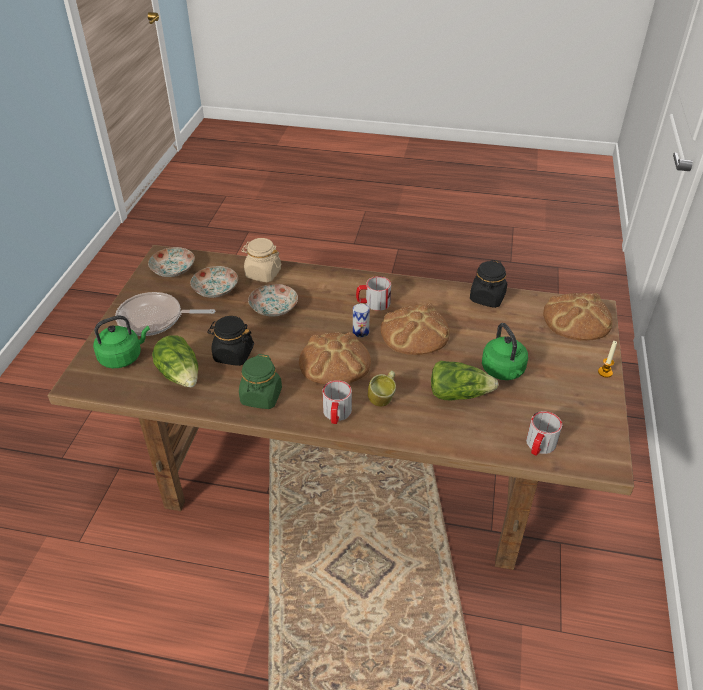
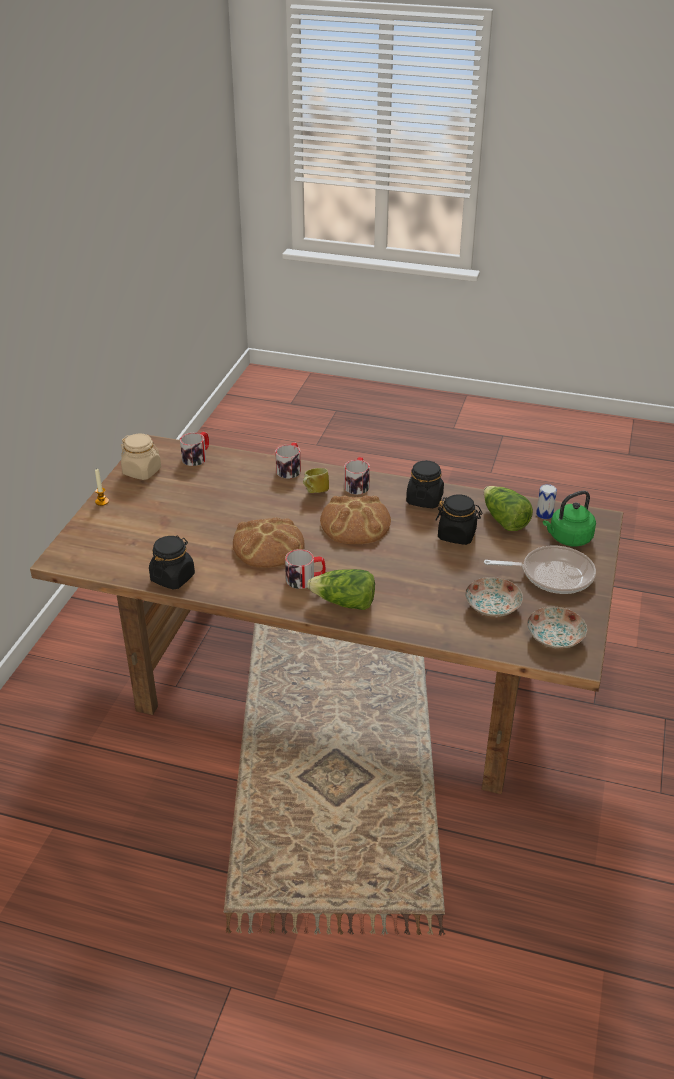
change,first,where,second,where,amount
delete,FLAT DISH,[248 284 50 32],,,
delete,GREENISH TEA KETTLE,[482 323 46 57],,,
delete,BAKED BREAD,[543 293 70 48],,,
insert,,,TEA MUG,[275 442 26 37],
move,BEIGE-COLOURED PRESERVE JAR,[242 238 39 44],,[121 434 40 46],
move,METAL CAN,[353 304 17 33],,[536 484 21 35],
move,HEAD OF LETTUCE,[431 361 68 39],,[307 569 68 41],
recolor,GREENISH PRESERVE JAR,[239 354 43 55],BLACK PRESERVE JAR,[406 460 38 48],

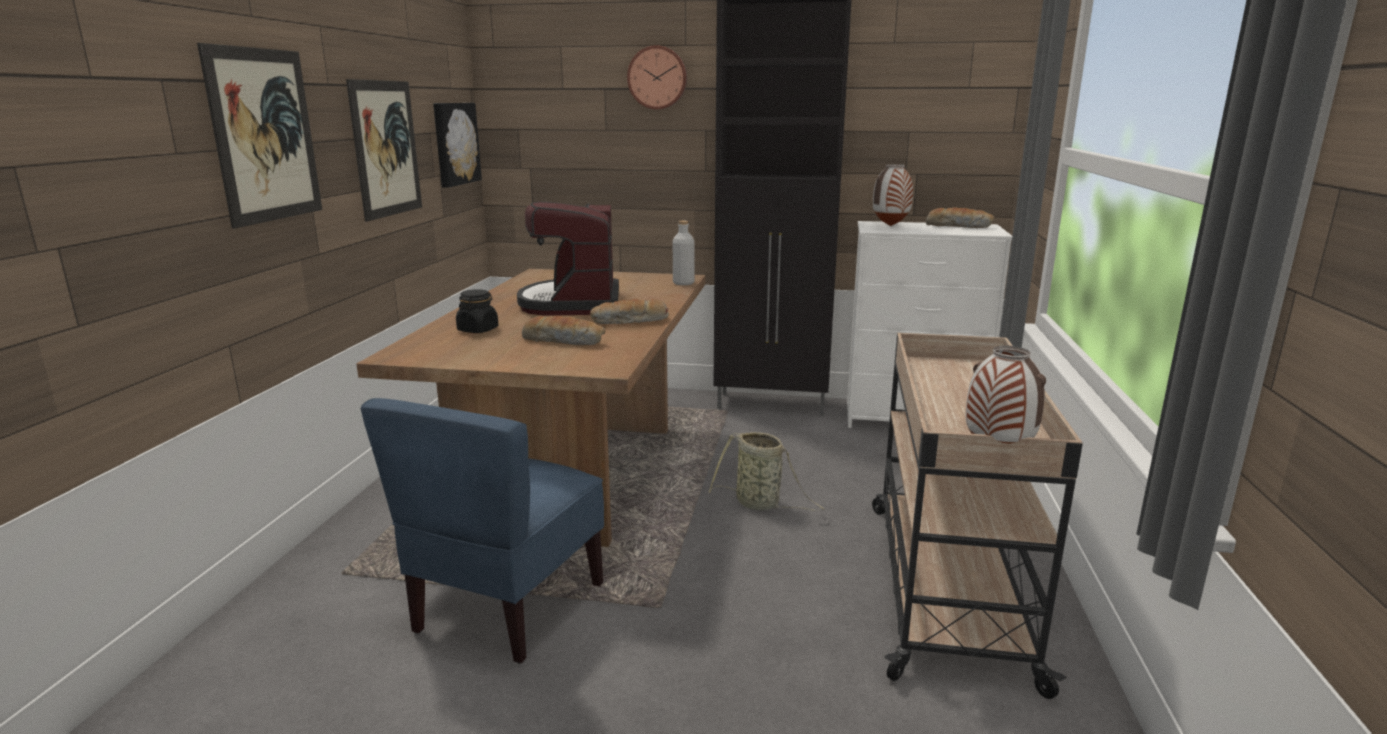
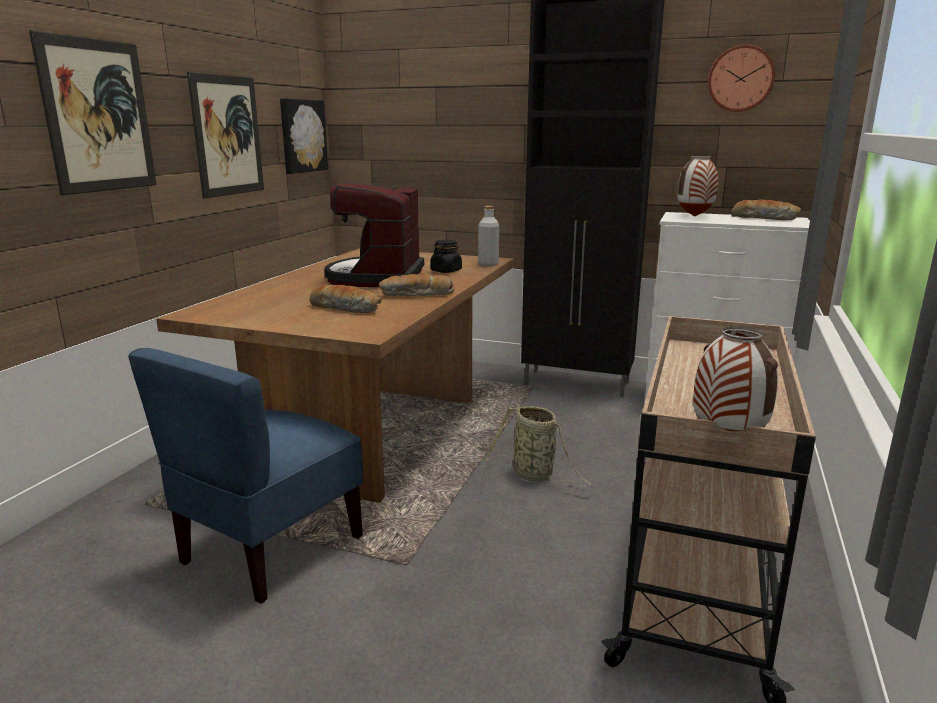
change,first,where,second,where,amount
move,BLACK PRESERVE JAR,[456 289 42 44],,[430 240 32 33],
move,WALL CLOCK,[627 45 60 65],,[708 45 67 67],

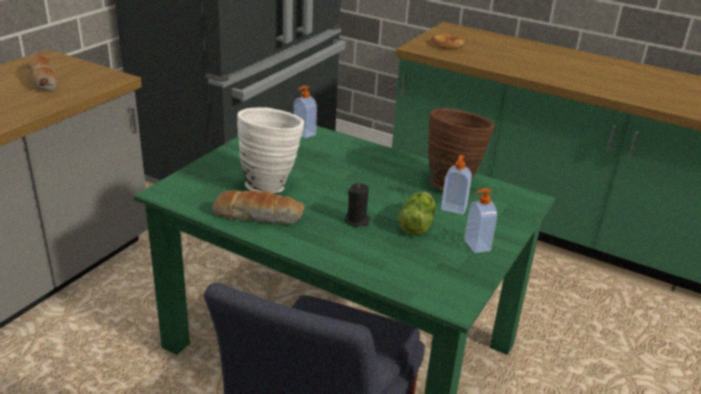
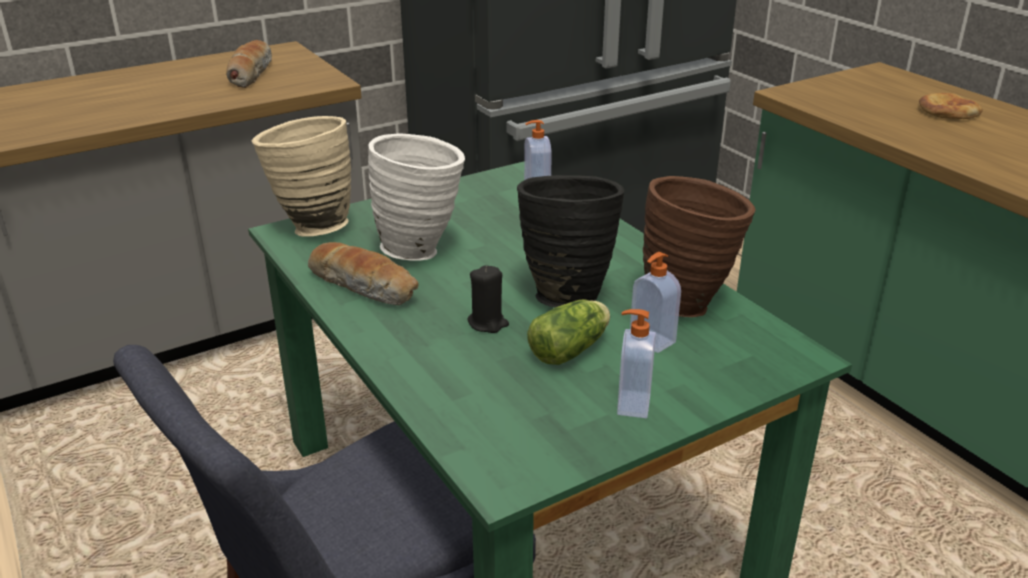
change,first,where,second,where,amount
insert,,,BEIGE-COLOURED DECORATIVE VASE,[251 116 100 120],
insert,,,BLACK DECORATIVE VASE,[517 175 107 133],
move,BAKED BREAD,[431 34 34 15],,[919 93 64 26],

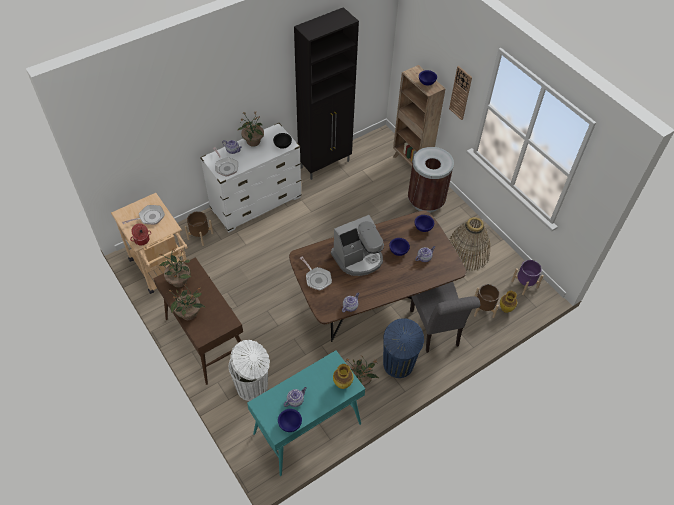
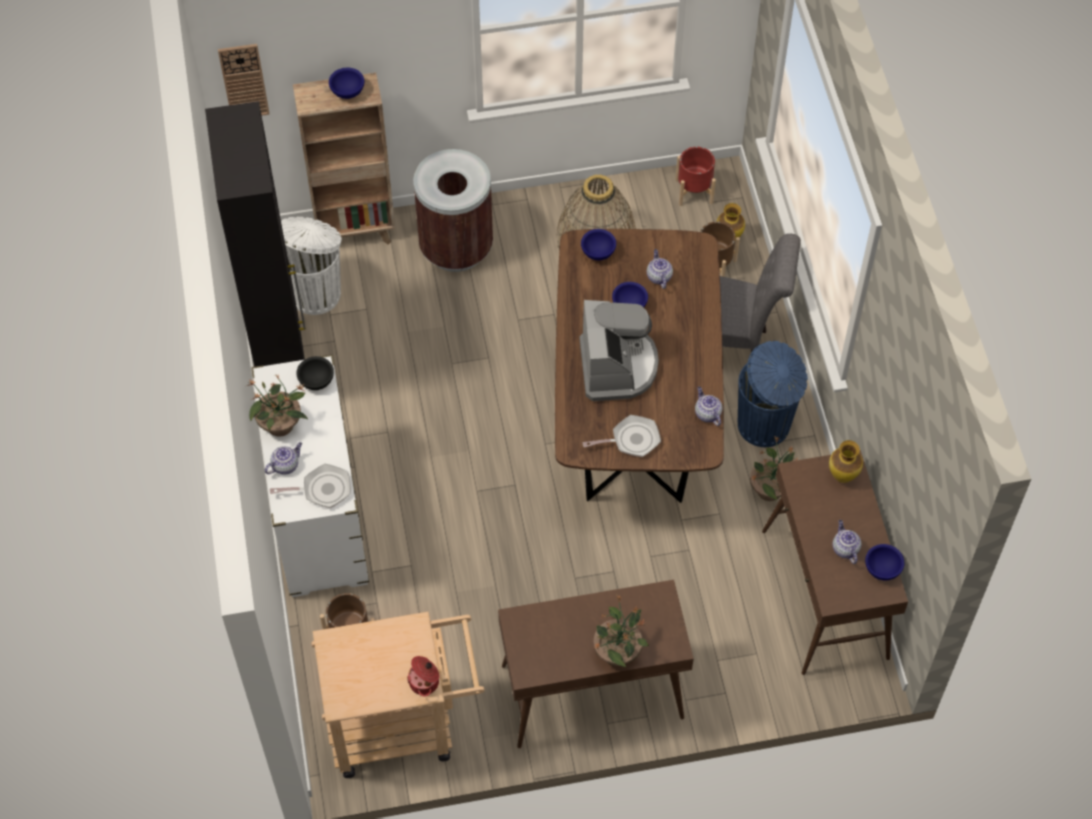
change,first,where,second,where,amount
delete,PAN,[122 205 43 20],,,
delete,POTTED PLANT,[159 248 32 40],,,
move,WHITE-COLOURED RUBBISH BIN,[229 340 41 61],,[281 217 61 98],
move,WALL CLOCK,[449 66 23 54],,[218 44 52 72],
recolor,BLUE-GREEN CONSOLE TABLE,[247 350 118 126],BROWNISH CONSOLE TABLE,[762 450 146 225],
recolor,PURPLE FLOWER POT,[511 260 33 35],RED-COLOURED FLOWER POT,[675 147 41 59],

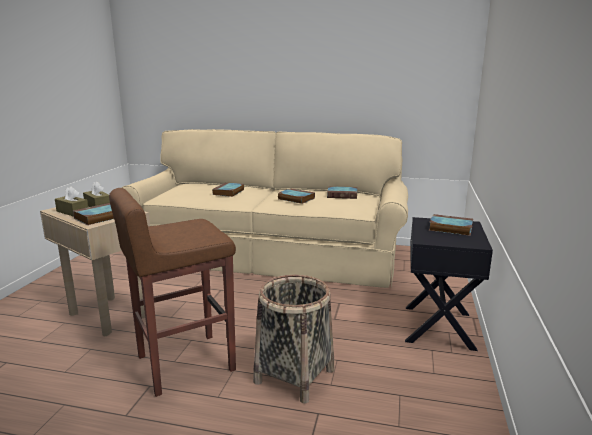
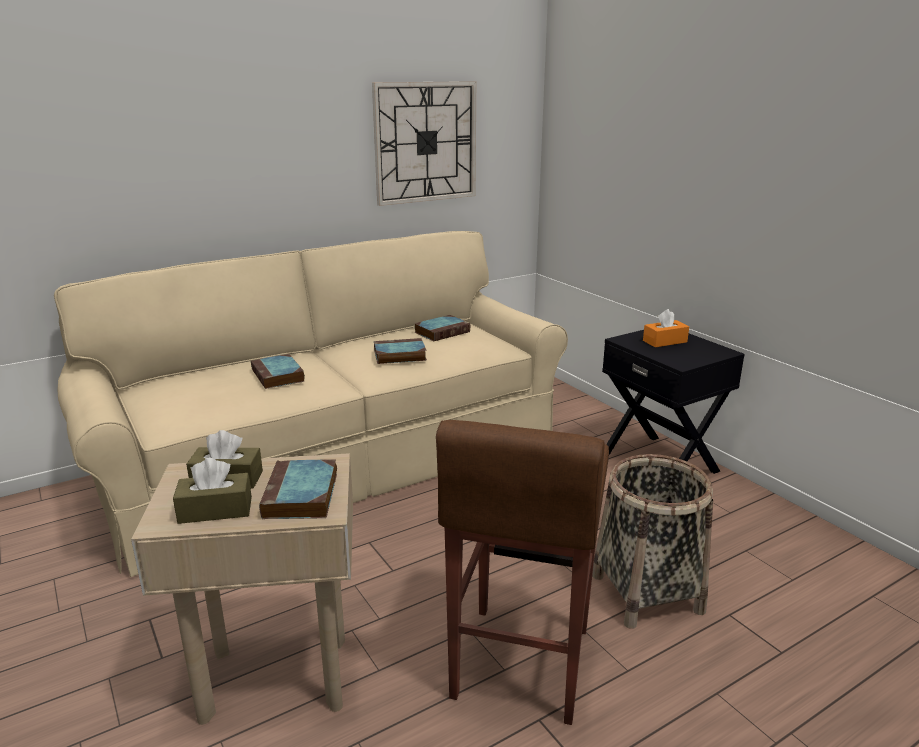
change,first,where,second,where,amount
insert,,,WALL CLOCK,[372 81 104 125],
replace,BOOK,[429 214 44 22],ORANGE-COLOURED TISSUE BOX,[643 309 46 38],

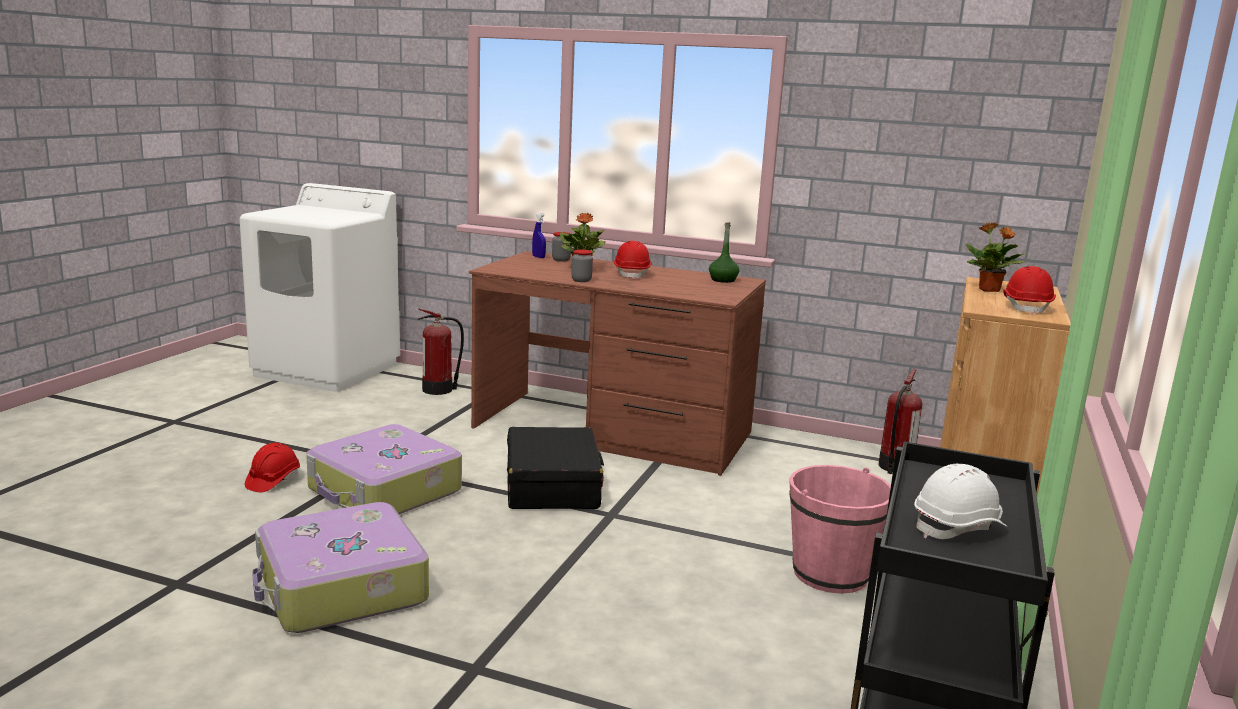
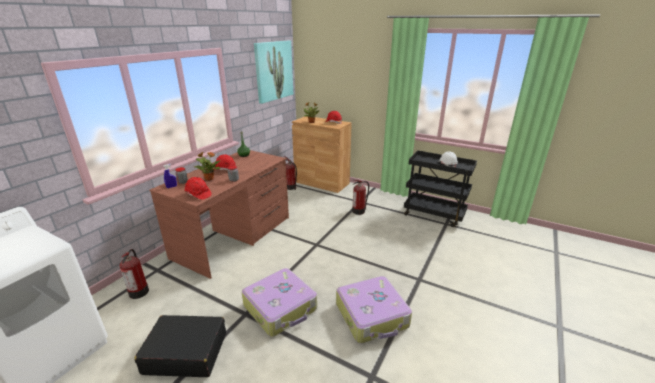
change,first,where,second,where,amount
insert,,,PICTURE,[254 40 39 64],
move,RED-COLOURED WORK HELMET,[245 443 55 49],,[185 177 26 23],
move,BLACK TRAVEL CASE,[507 427 97 82],,[134 315 92 62],
replace,PINK WATER BUCKET,[789 465 102 129],EXTINGUISHER,[352 180 17 35],

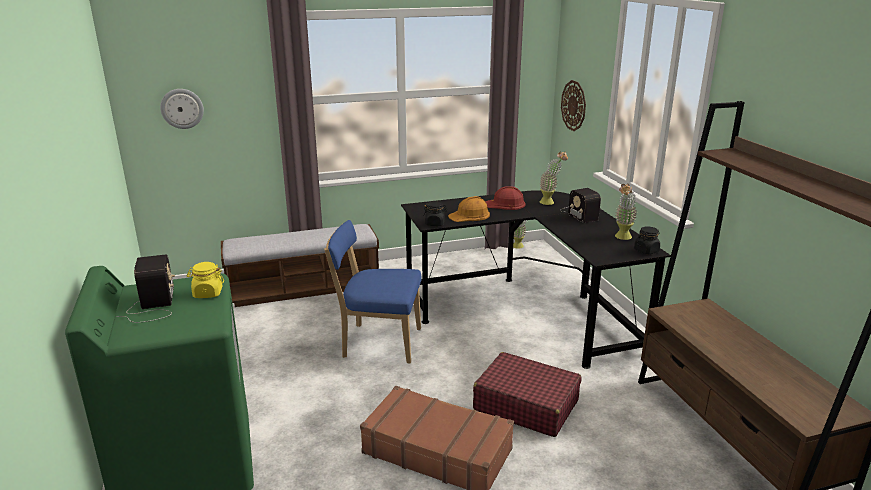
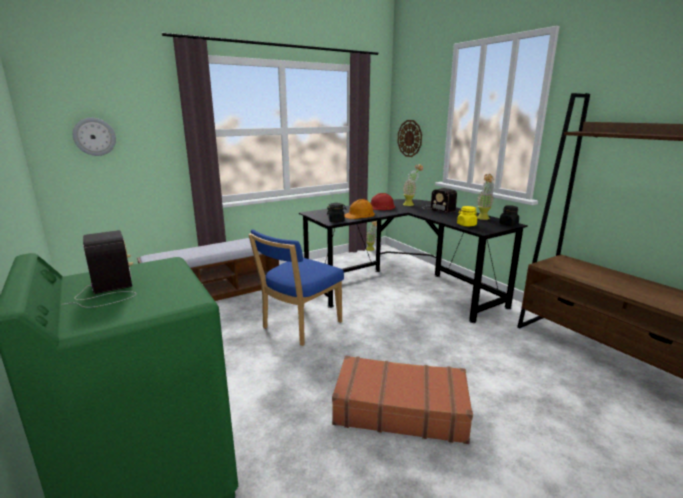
change,first,where,second,where,amount
delete,RED-COLOURED TRAVEL CASE,[473 352 108 85],,,
move,YELLOW PRESERVE JAR,[187 262 37 36],,[457 206 20 20],
rotate,BLUISH PLAIN CHAIR,[324 220 98 144],,[248 229 96 117],45 degrees counterclockwise

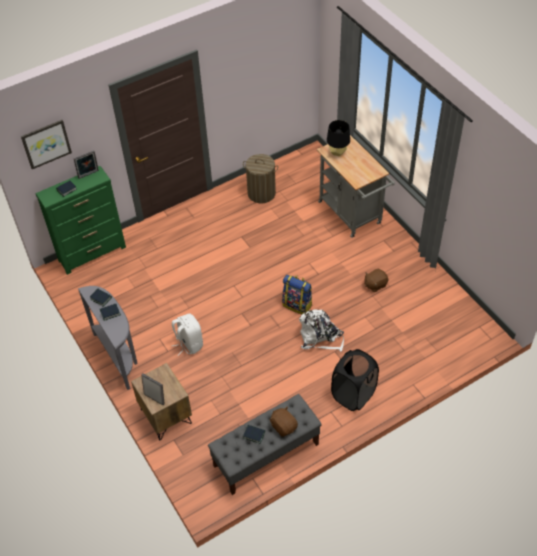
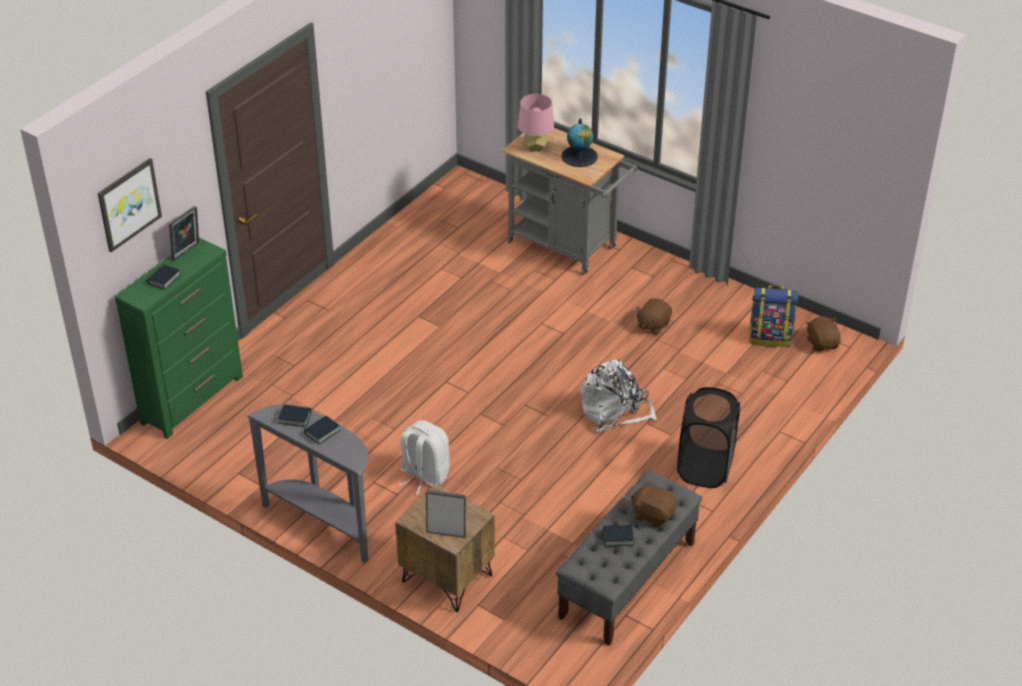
change,first,where,second,where,amount
delete,HAMPER,[243 154 35 49],,,
insert,,,WORLD GLOBE,[561 118 37 49],
insert,,,BROWNISH CUDDLY TOY,[806 317 35 34],
move,KNAPSACK,[282 275 30 39],,[749 285 49 62],
recolor,BLACK TABLE LAMP,[327 120 23 36],PINK TABLE LAMP,[518 94 36 58],

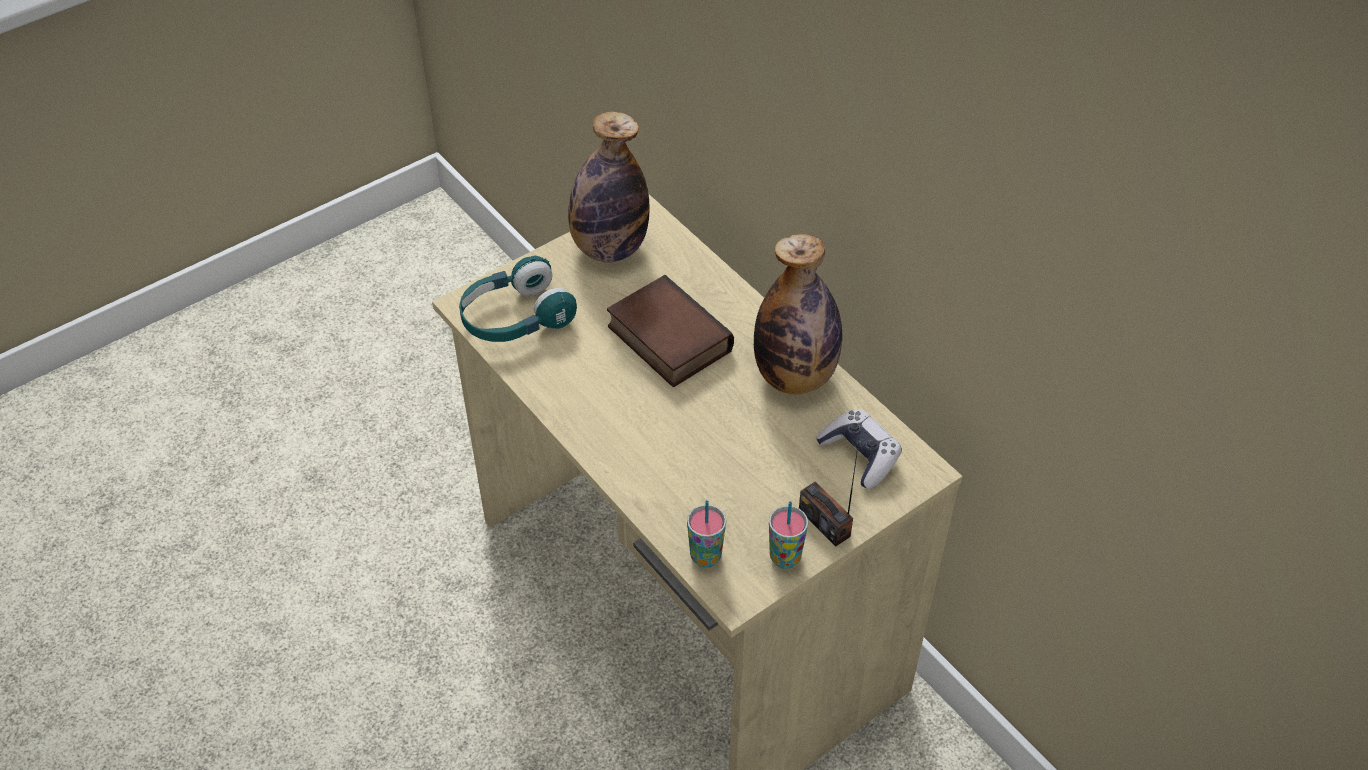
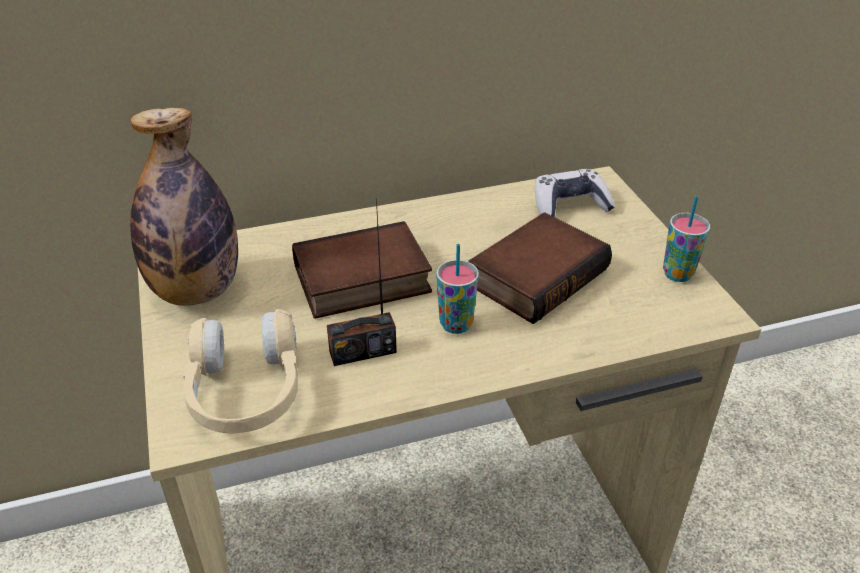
change,first,where,second,where,amount
delete,BOTTLE,[754 234 88 160],,,
insert,,,BOOK,[469 212 143 112],
move,CUP,[687 500 39 68],,[436 244 43 90],
move,RADIO,[799 440 60 106],,[327 198 70 168],
recolor,BLUE-GREEN HEADPHONES,[459 255 118 87],BEIGE-COLOURED HEADPHONES,[183 309 115 125],

